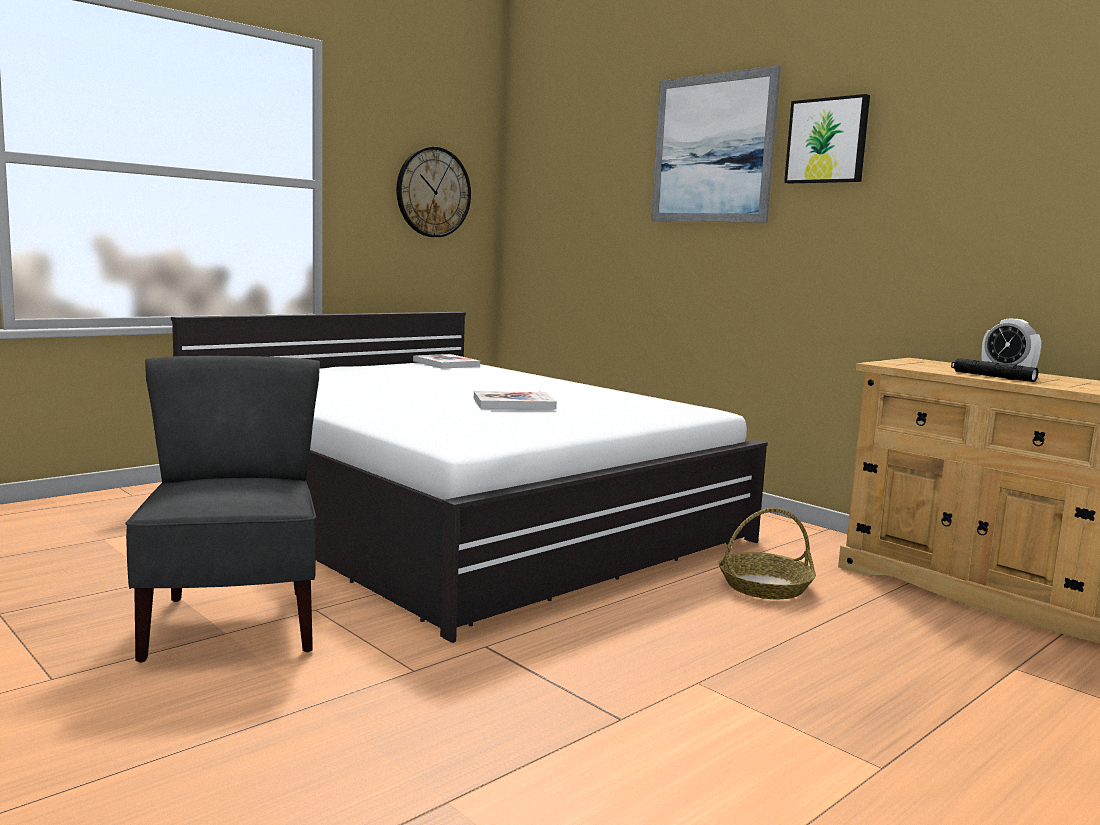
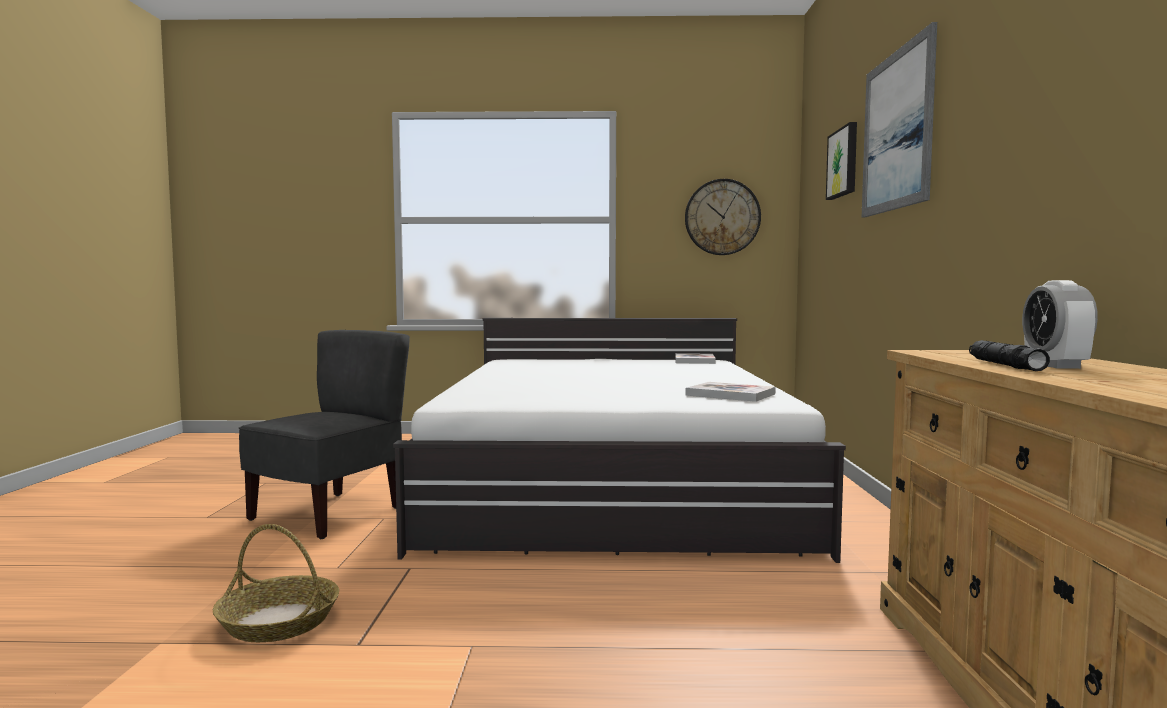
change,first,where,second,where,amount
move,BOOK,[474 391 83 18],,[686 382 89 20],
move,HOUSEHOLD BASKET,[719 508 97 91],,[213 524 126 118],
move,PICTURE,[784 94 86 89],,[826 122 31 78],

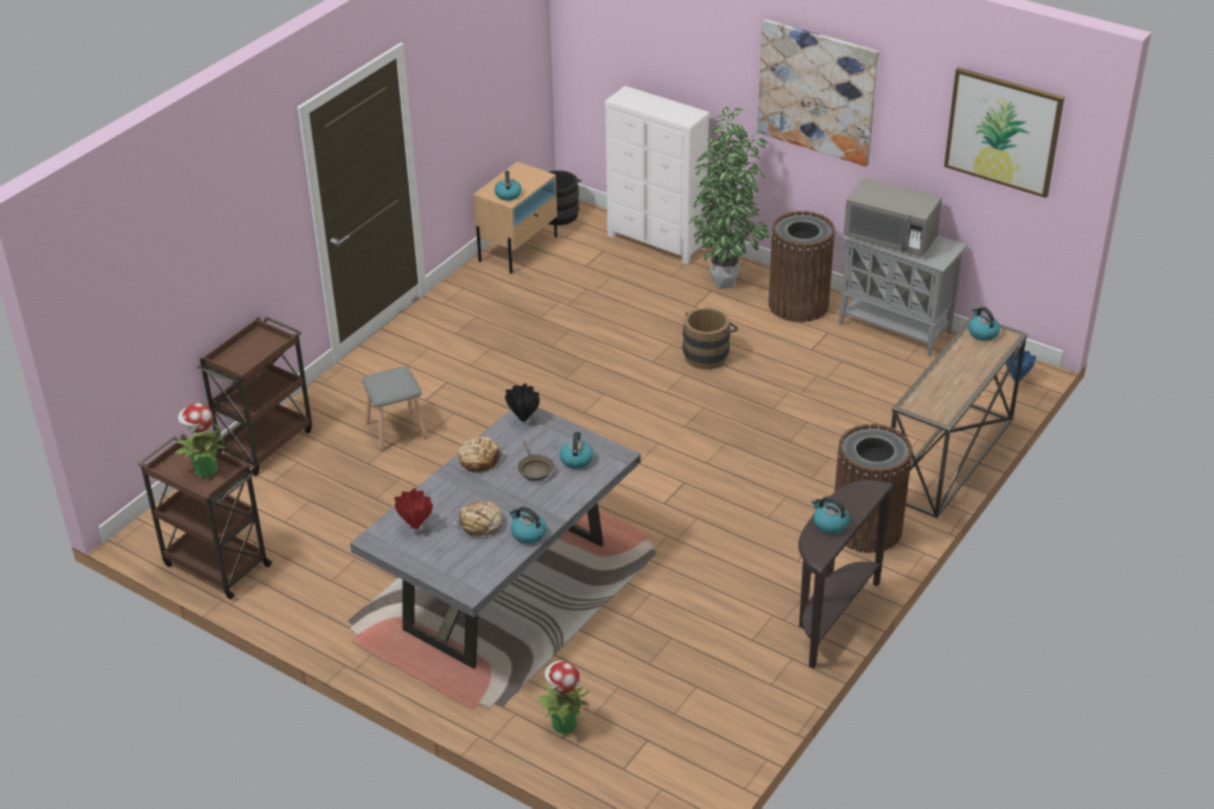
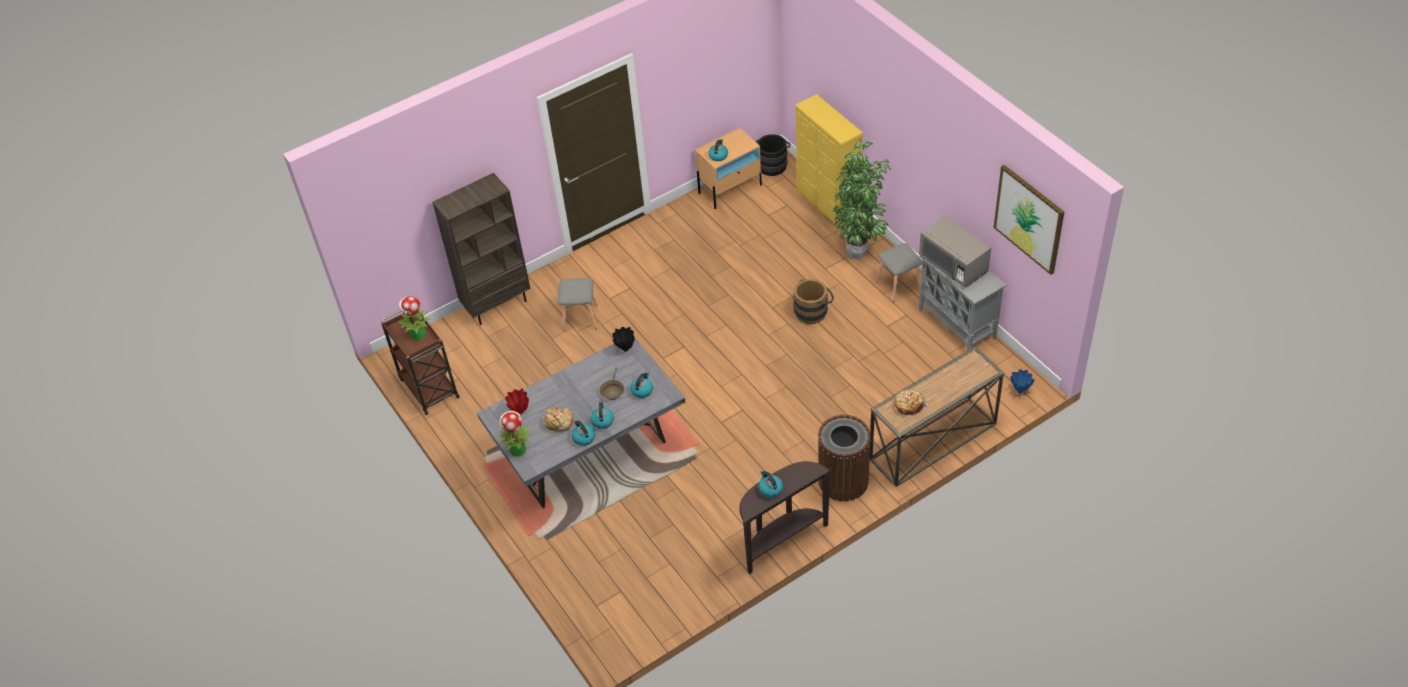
change,first,where,second,where,amount
delete,PICTURE,[757 19 122 147],,,
move,BAKED BREAD,[458 436 48 36],,[895 390 33 25],
move,POTTED PLANT,[537 661 53 73],,[499 411 32 46],
move,TEA KETTLE,[968 307 32 34],,[590 401 24 28],
replace,BROWNISH WHEELED CART,[197 317 115 159],BROWNISH BOOKCASE,[432 173 99 152],
replace,BROWNISH RUBBISH BIN,[768 211 67 111],GREY SITTING STOOL,[876 243 46 59],
recolor,WHITE-COLOURED DRESSER,[605 86 105 178],YELLOW DRESSER,[795 94 68 137],

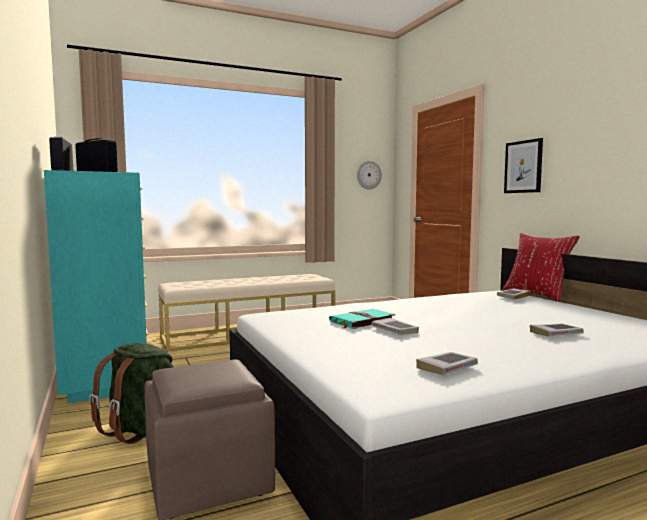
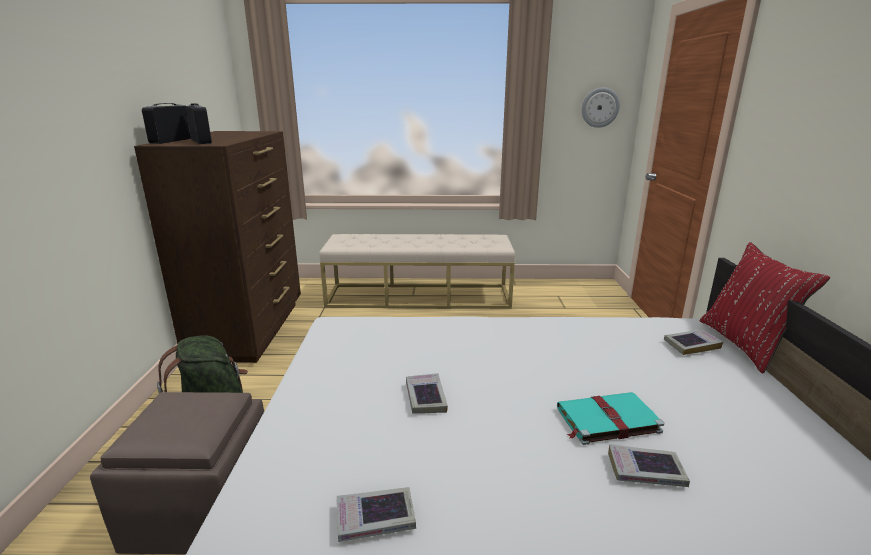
change,first,where,second,where,amount
delete,PICTURE,[504 138 39 55],,,
move,BLUE-GREEN BOOK,[329 309 66 20],,[557 392 108 53],
recolor,BLUE-GREEN DRESSER,[44 170 105 233],BROWNISH DRESSER,[134 131 167 232],

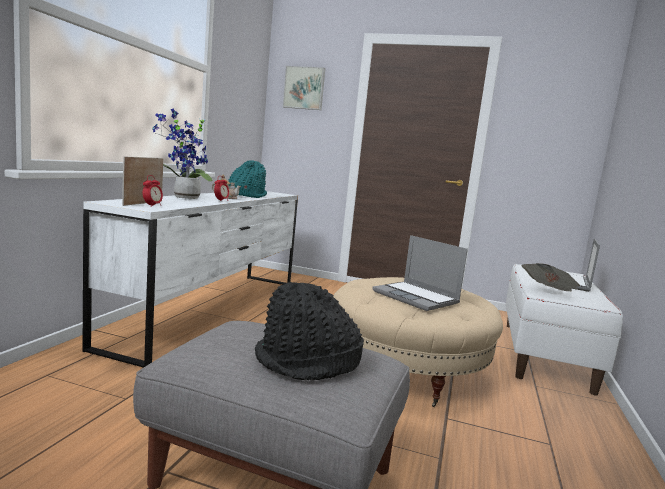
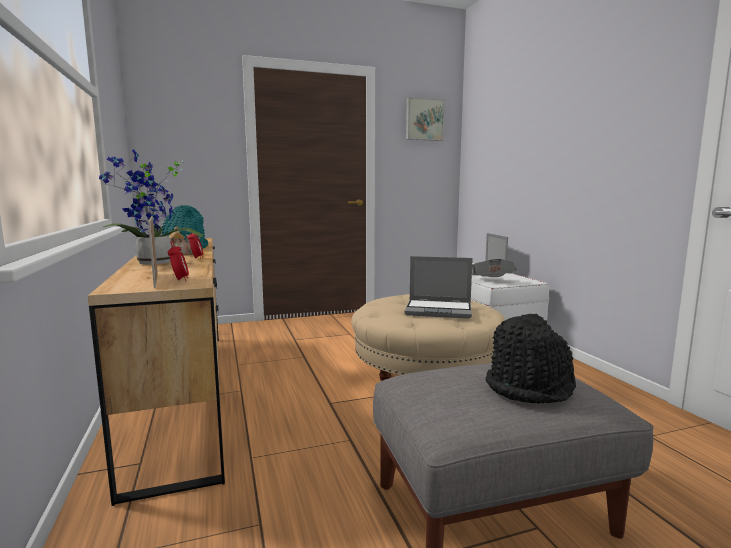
change,first,where,second,where,amount
move,PICTURE,[283 66 42 44],,[406 97 39 44],
recolor,WHITE-COLOURED DRESSER,[82 191 216 177],BROWNISH DRESSER,[88 238 137 268],

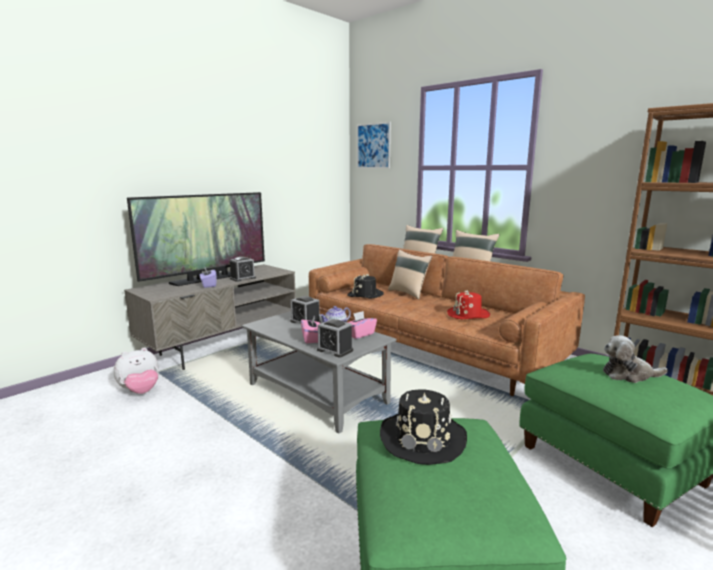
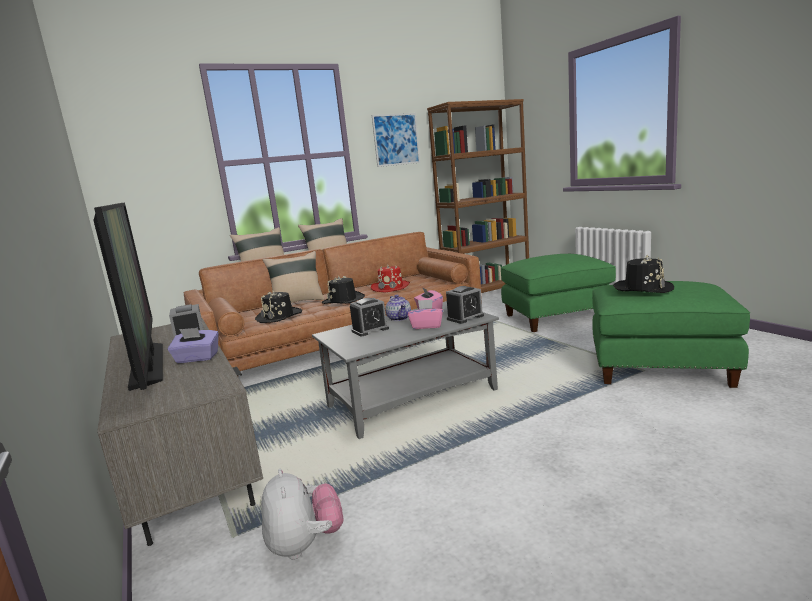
change,first,where,second,where,amount
delete,CUDDLY TOY,[603 335 65 48],,,
insert,,,BLACK WEARABLE HAT,[322 275 43 29],
move,PICTURE,[357 122 34 46],,[372 113 48 54],

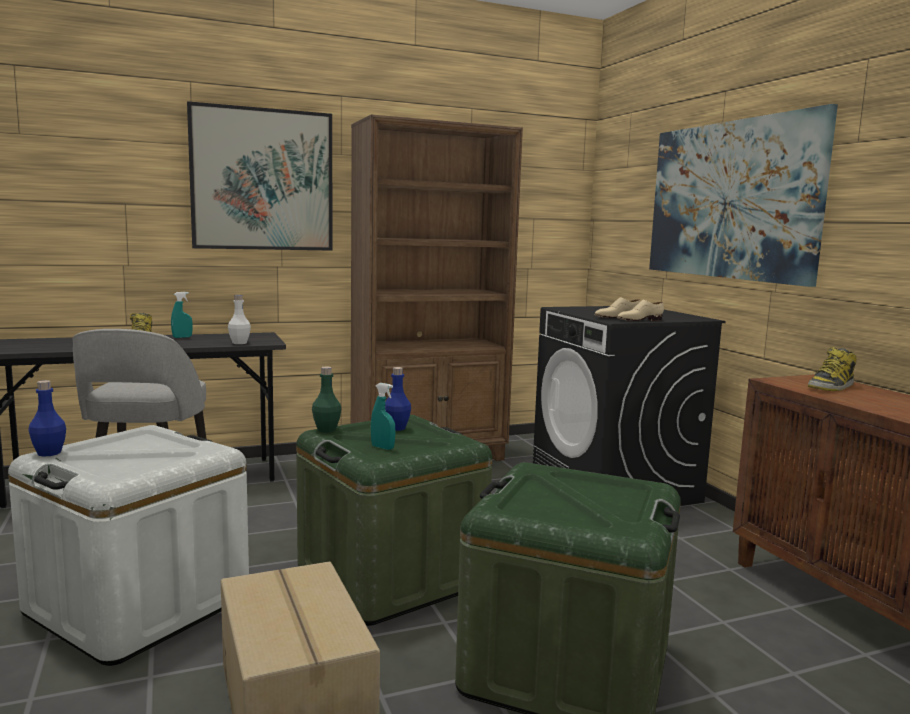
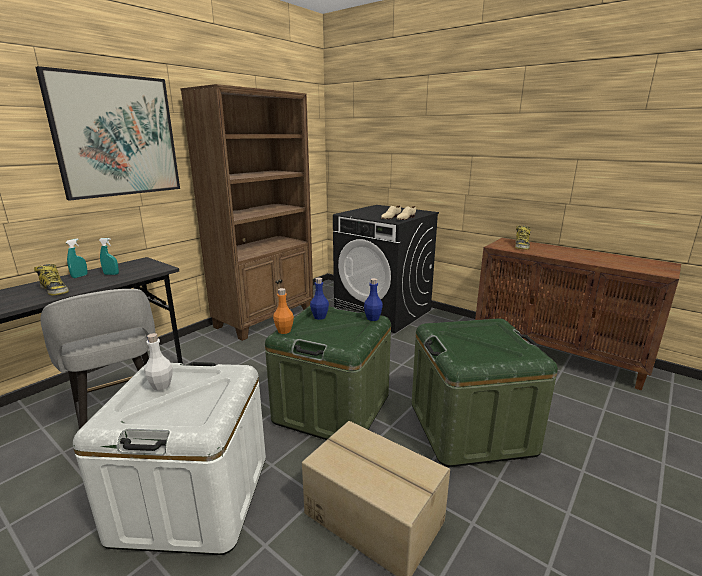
change,first,where,second,where,amount
delete,PICTURE,[649 104 189 183],,,
move,BLUISH BOTTLE,[28 380 38 77],,[364 278 19 43],
move,WHITE-COLOURED BOTTLE,[228 295 23 49],,[144 333 29 58],
move,BLUE-GREEN SPRAY BOTTLE,[371 383 24 67],,[99 238 20 37],
recolor,GREENISH BOTTLE,[312 367 29 65],ORANGE-COLOURED BOTTLE,[273 288 21 46],

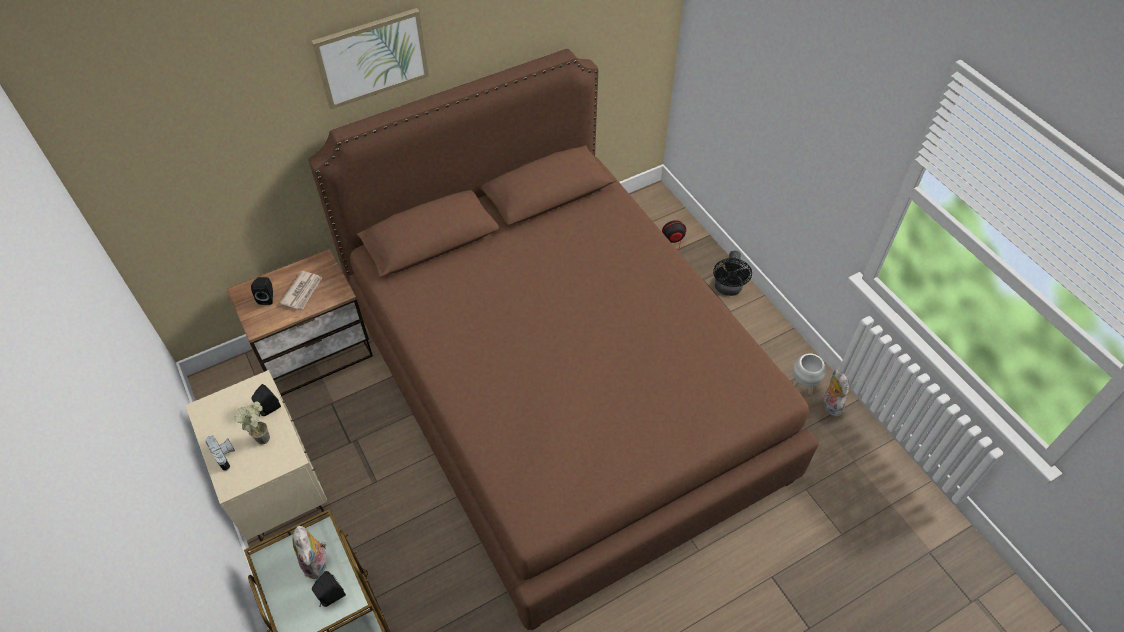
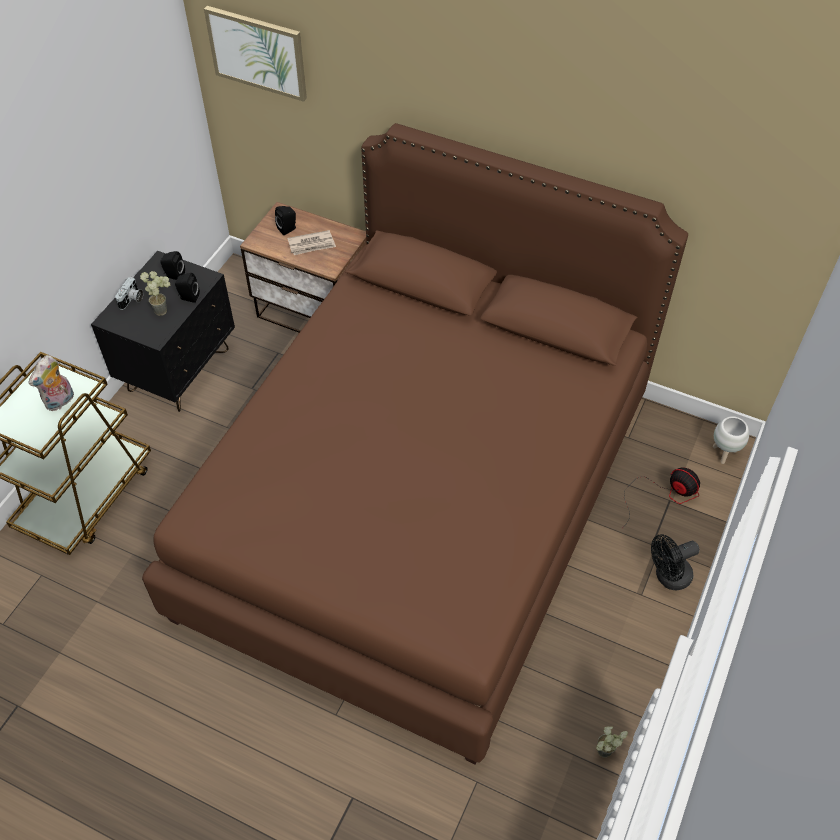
change,first,where,second,where,amount
move,PICTURE,[311 8 118 101],,[204 6 103 96],
move,BLACK SPEAKER,[312 571 34 36],,[160 251 25 29],
move,WHITE-COLOURED FLOWER POT,[793 353 32 42],,[713 416 36 48],
replace,CUDDLY TOY,[823 369 27 47],POTTED PLANT,[596 726 32 32],
recolor,BEIGE-COLOURED BEDSIDE TABLE,[185 370 143 171],BLACK BEDSIDE TABLE,[91 251 144 161],

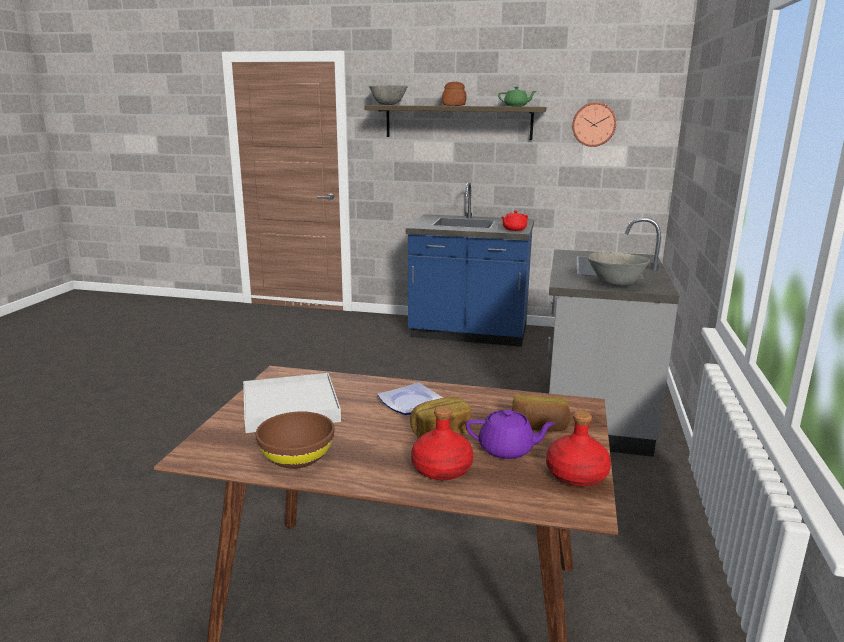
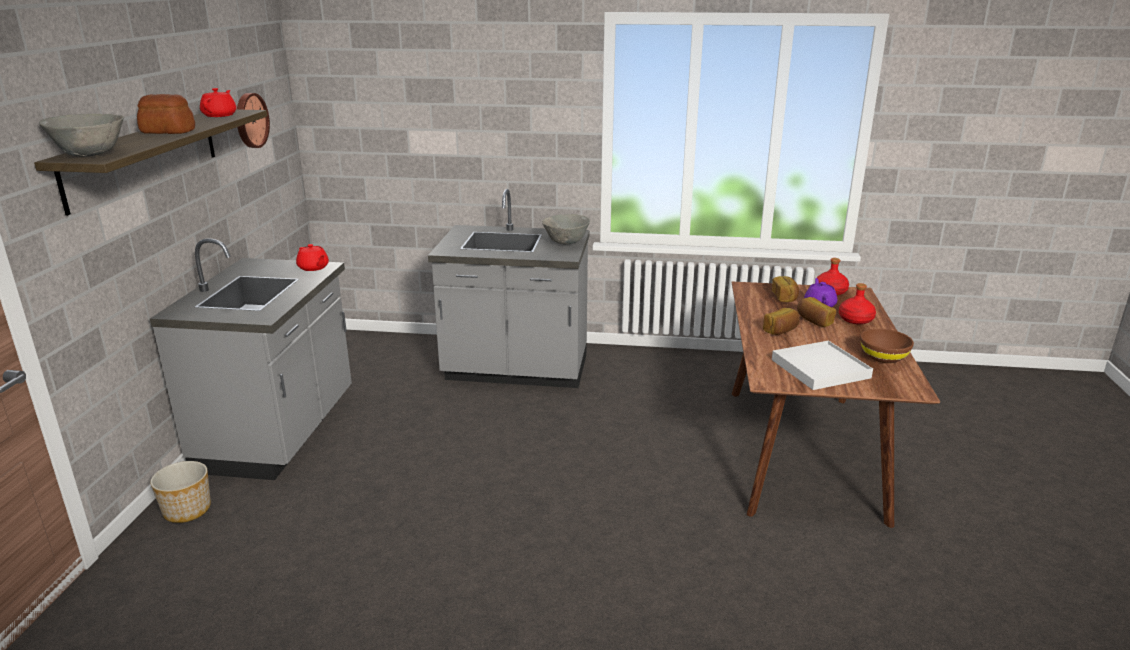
change,first,where,second,where,amount
insert,,,FLOWER POT,[150 461 61 62],
replace,FLAT DISH,[377 382 66 33],BAKED BREAD,[763 308 37 27],
recolor,BLUISH KITCHEN COUNTER,[406 182 128 165],GREY KITCHEN COUNTER,[150 238 202 242],
recolor,GREENISH POT FOR TEA,[498 87 38 19],RED-COLOURED POT FOR TEA,[200 88 37 29],

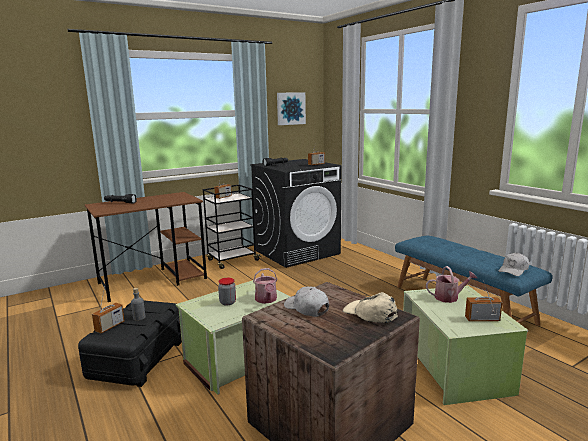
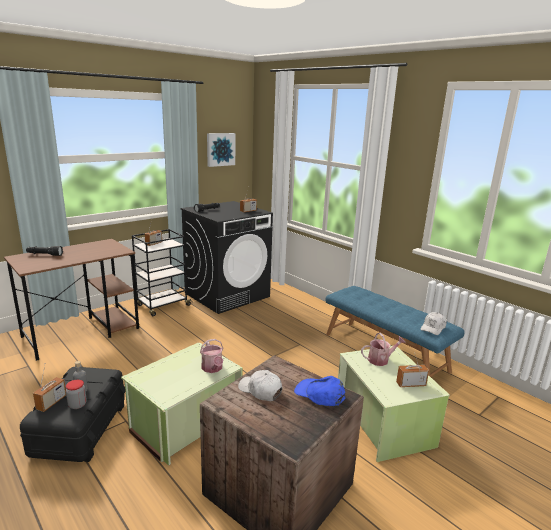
change,first,where,second,where,amount
move,PRESERVE JAR,[218 278 18 28],,[66 380 21 29],
recolor,BEIGE-COLOURED CAP,[343 292 55 31],BLUISH CAP,[294 376 51 30],

